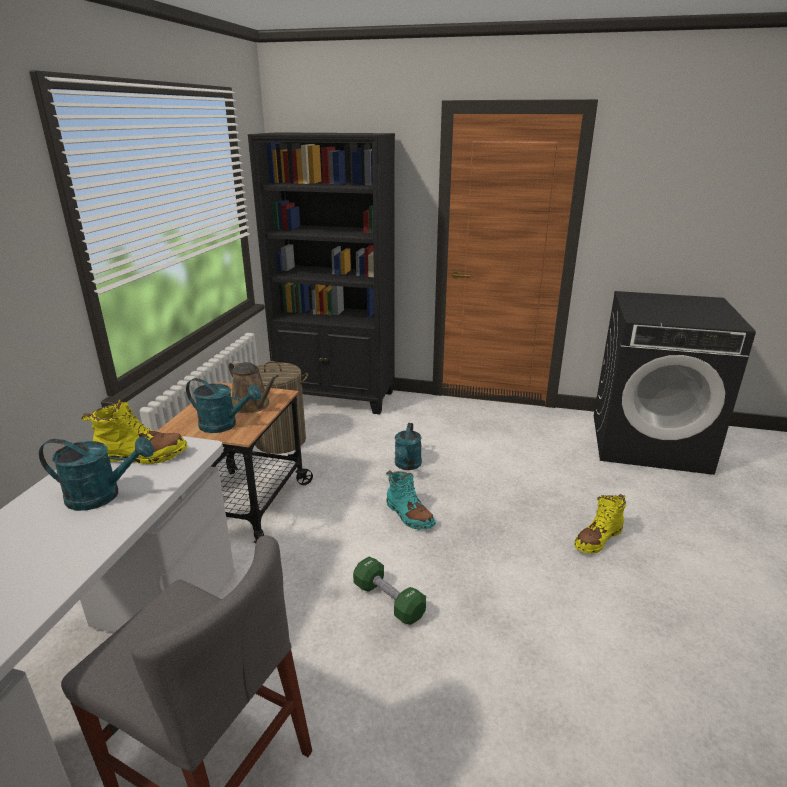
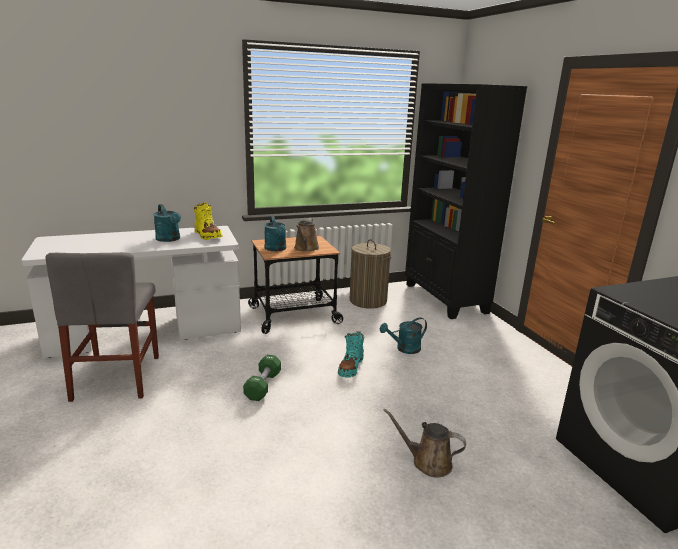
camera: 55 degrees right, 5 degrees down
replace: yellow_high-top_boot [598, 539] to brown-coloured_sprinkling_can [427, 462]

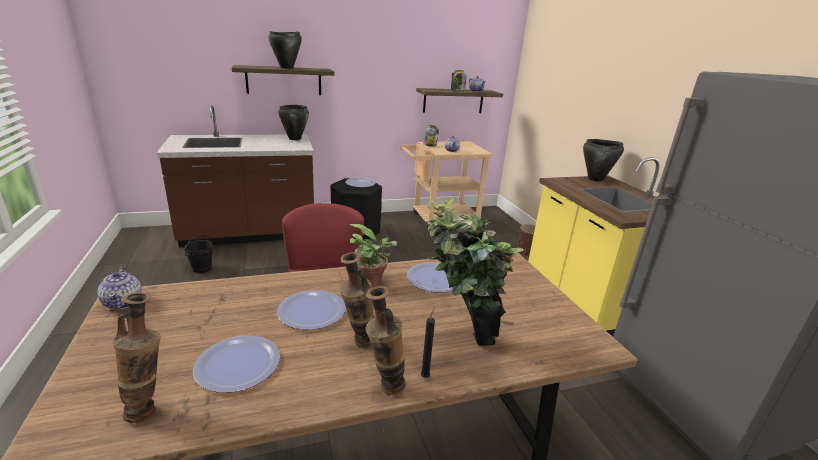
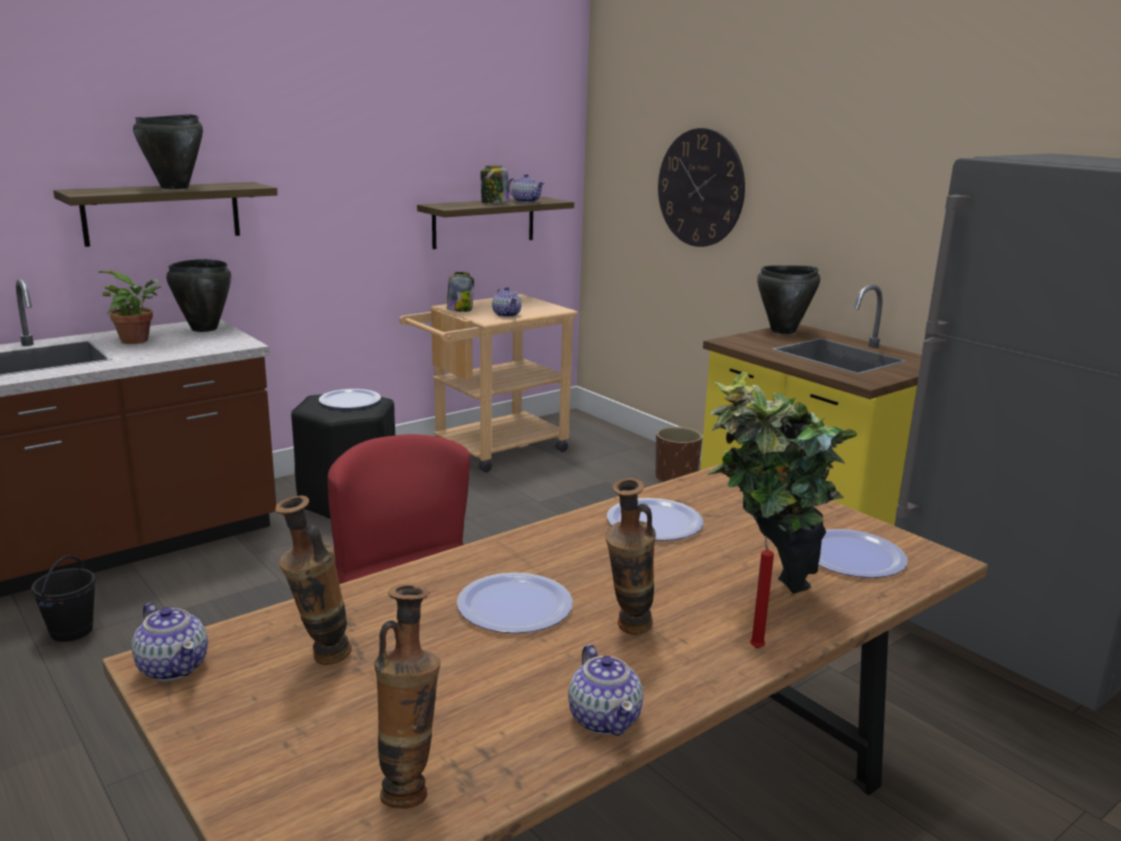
camera: 20 degrees left, 5 degrees down
insert: pot_for_tea [605, 718]; clock_on_the_wall [700, 188]
move: dinner_plate [238, 364] to [853, 556]; plant_in_a_pot [372, 283] to [138, 341]; flower_vase [384, 387] to [319, 659]
recolor: blackish_wax_candle [425, 376] to red_wax_candle [756, 647]

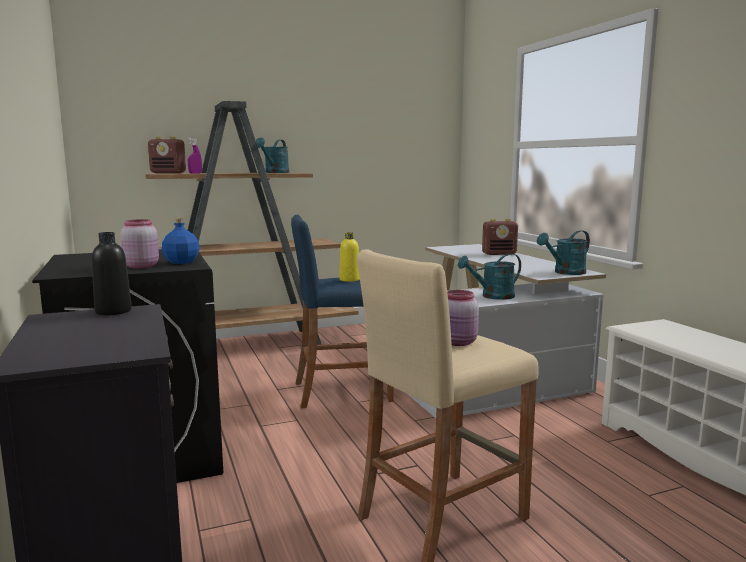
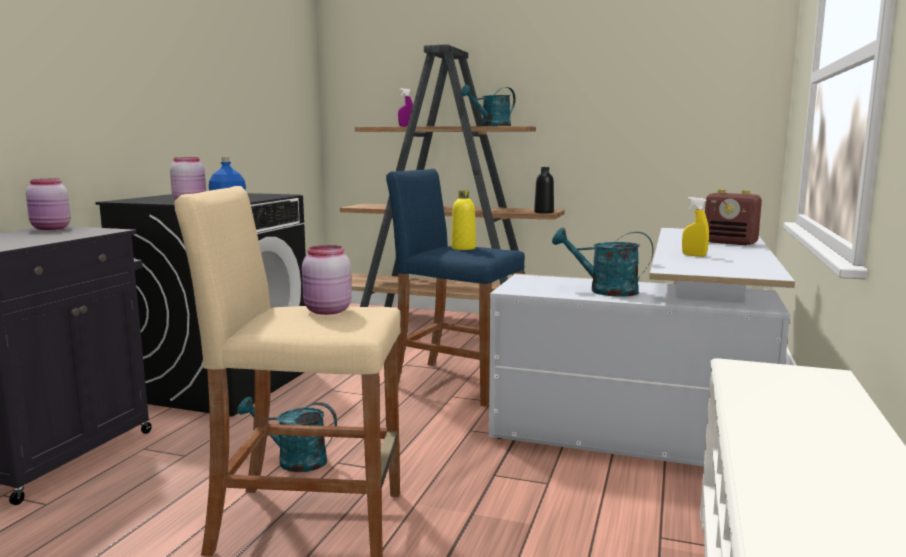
camera: 40 degrees right, 0 degrees up
delete: radio [168, 173]
insert: pink_preserve_jar [51, 228]; yellow_sprayer [694, 255]
move: blackish_beverage_bottle [113, 311] to [544, 212]; blue-green_sprinkling_can [565, 272] to [293, 460]

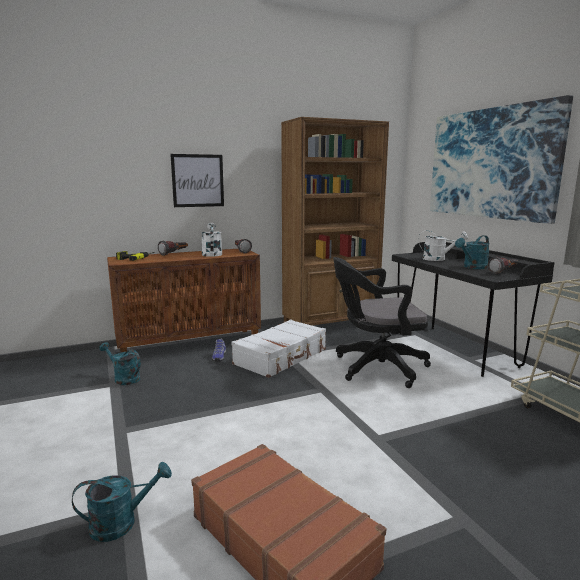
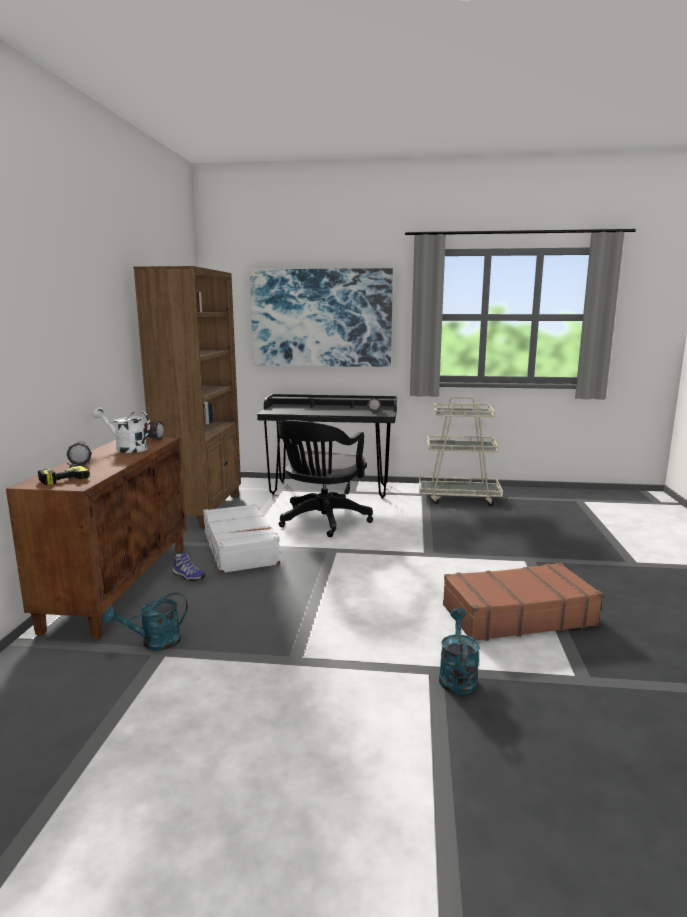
camera: 60 degrees left, 0 degrees up
delete: wall_art [198, 180]; white_sprinkling_can [438, 259]; blue-green_sprinkling_can [472, 267]

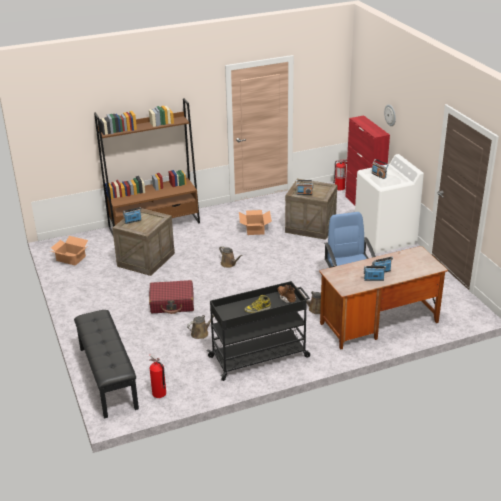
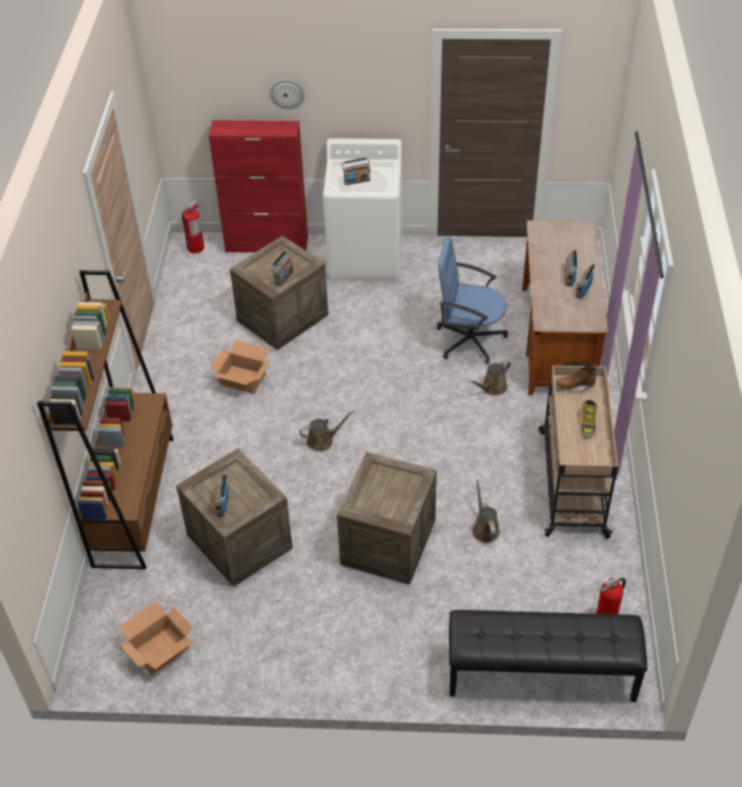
camera: 65 degrees left, 15 degrees up
replace: red_suitcase [172, 303] to packing_crate [388, 541]
recolor: blackish_trolley [260, 357] to sand-coloured_trolley [572, 481]

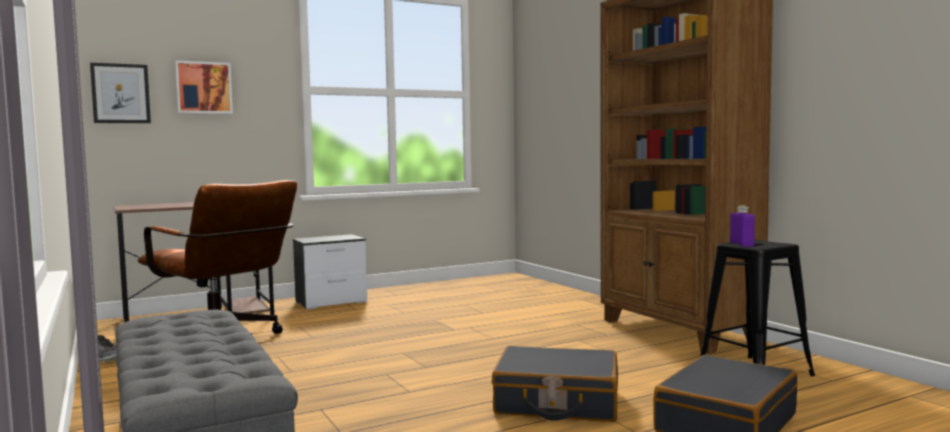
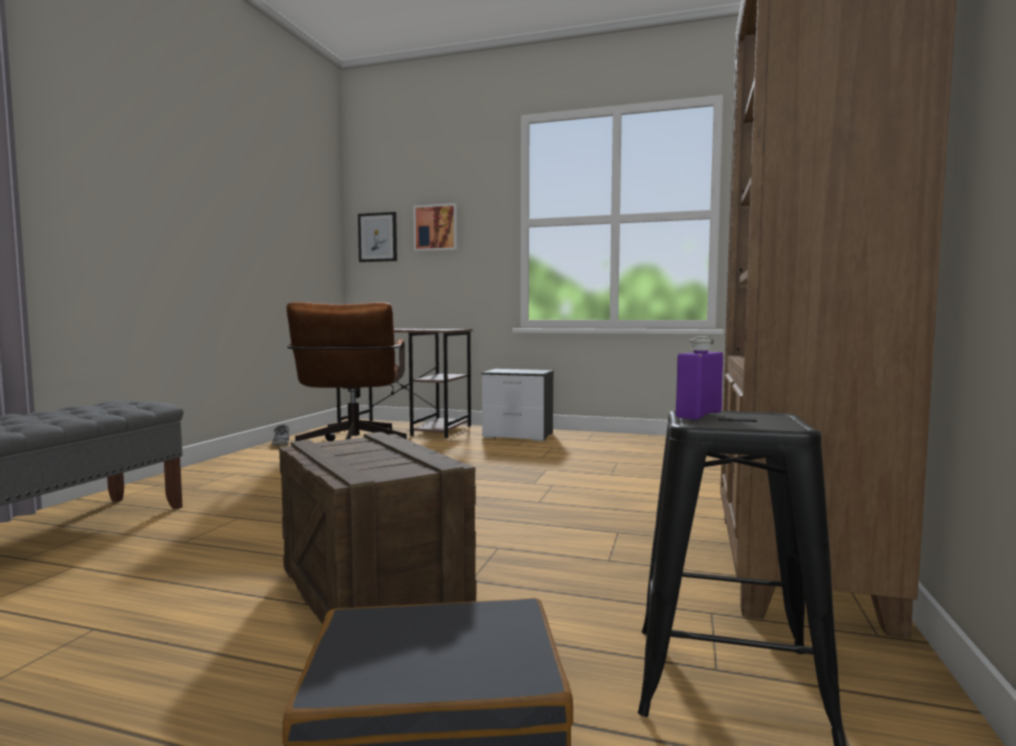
camera: 45 degrees right, 0 degrees up
replace: blackish_suitcase [557, 402] to packing_crate [373, 591]

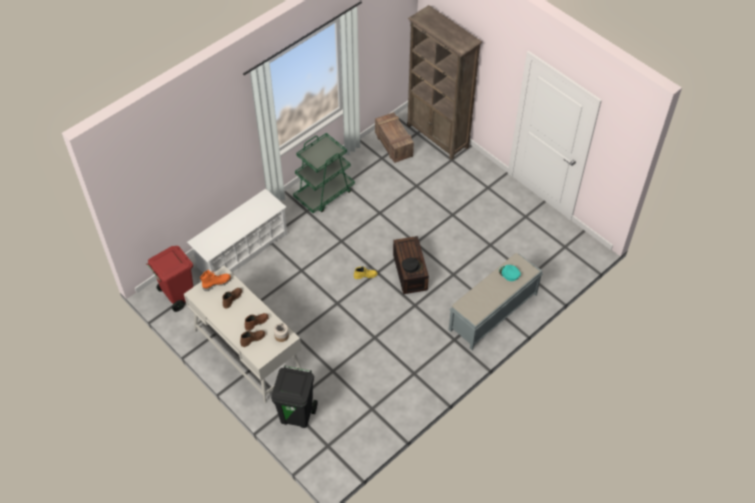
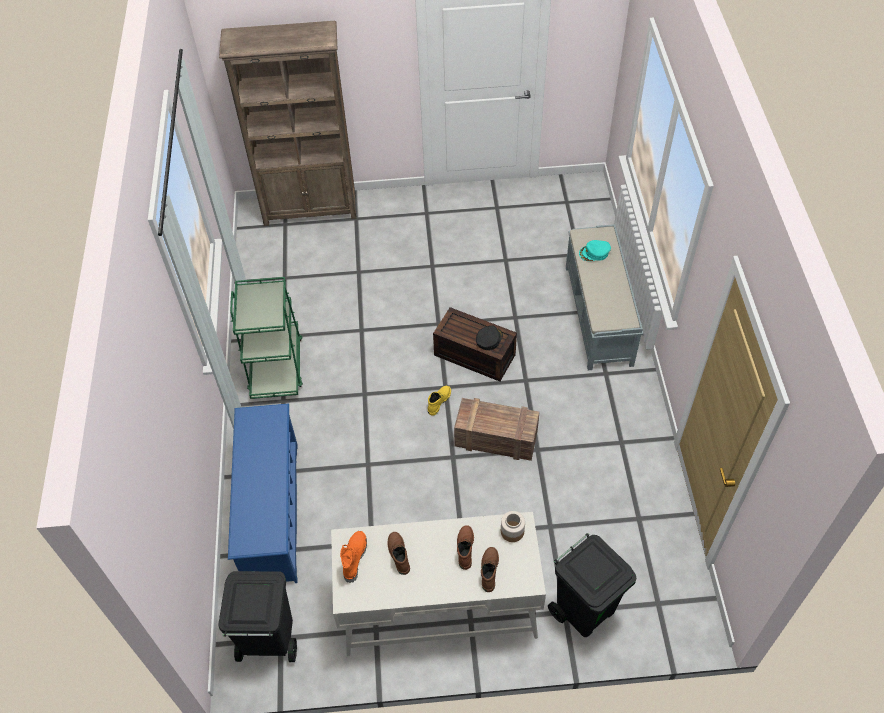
camera: 50 degrees left, 0 degrees up
move: packing_crate [394, 145] to [497, 439]
recolor: red_rubbish_bin [178, 295] to blackish_rubbish_bin [268, 640]; white_shoe_stand [242, 250] to blue-coloured_shoe_stand [272, 512]

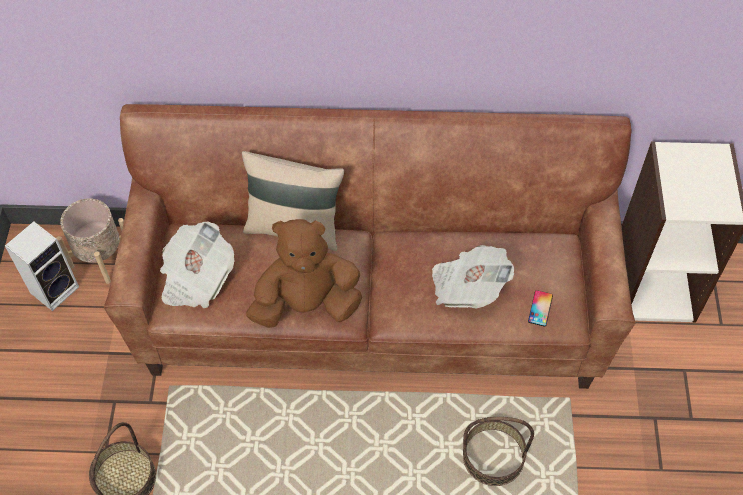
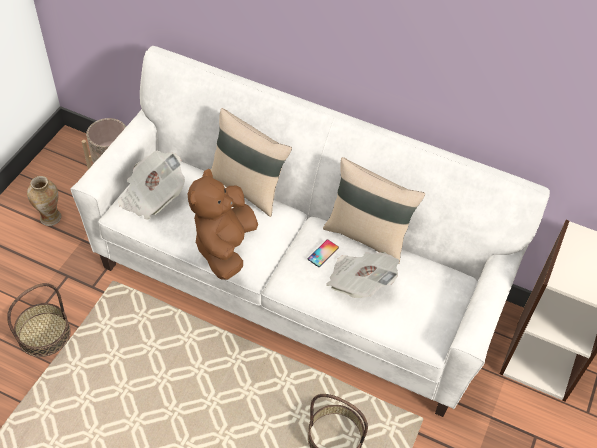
camera: 20 degrees right, 5 degrees down
delete: speaker [55, 288]
insert: flower_vase [50, 217]; sand-coloured_cushion [367, 235]
move: handset [540, 308] to [323, 253]
recolor: brown-coloured_couch [371, 312] to white_couch [294, 286]
rotate: brown-coloured_soft_toy [307, 304] = [225, 247] 90 degrees counterclockwise

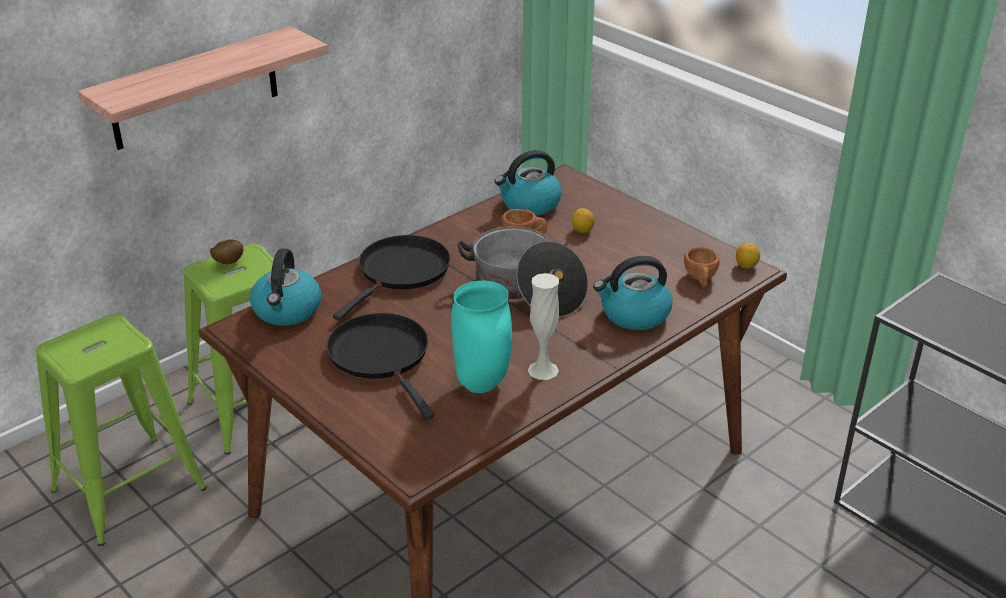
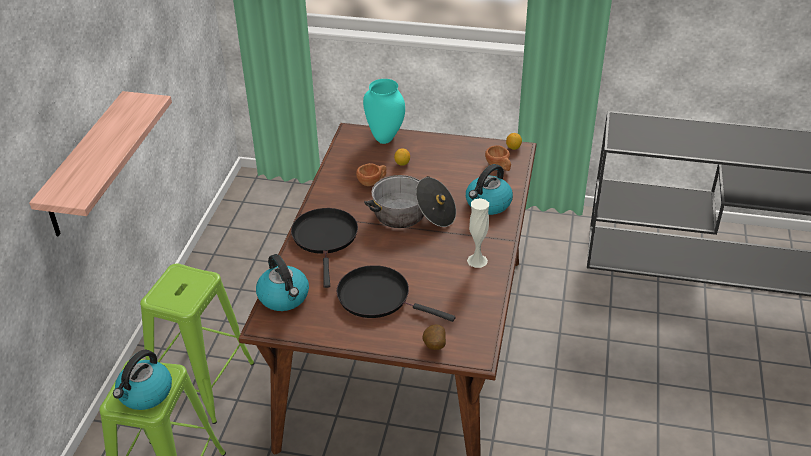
camera: 35 degrees left, 5 degrees up
move: potato [227, 263] to [434, 346]; blue-green_flower_vase [483, 385] to [385, 138]; kettle [529, 204] to [145, 394]

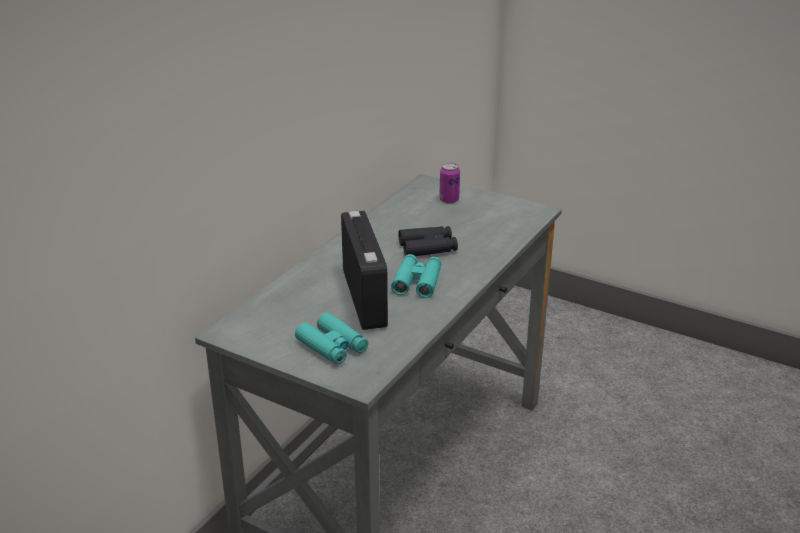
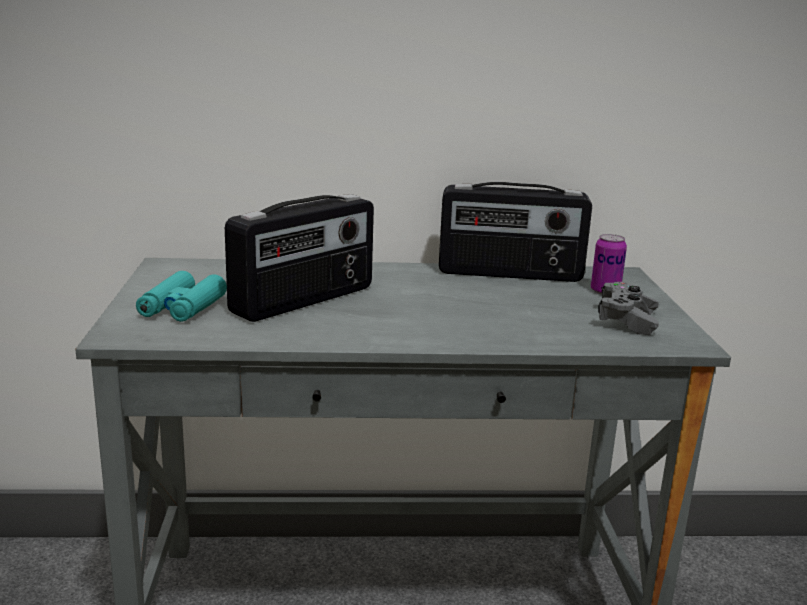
camera: 55 degrees right, 10 degrees down
delete: blue-green_binoculars [417, 282]; blackish_binoculars [428, 248]
insert: radio [509, 274]; grey_joypad [626, 320]

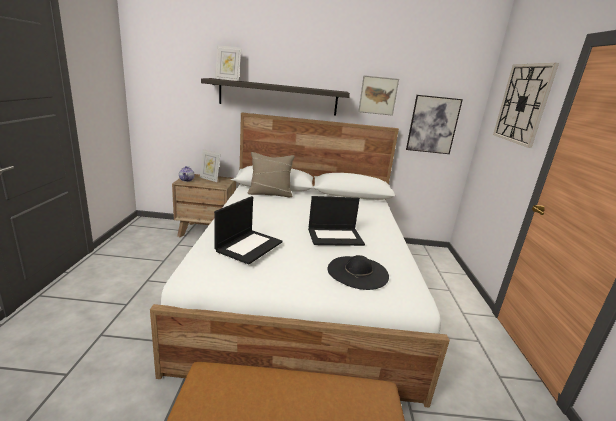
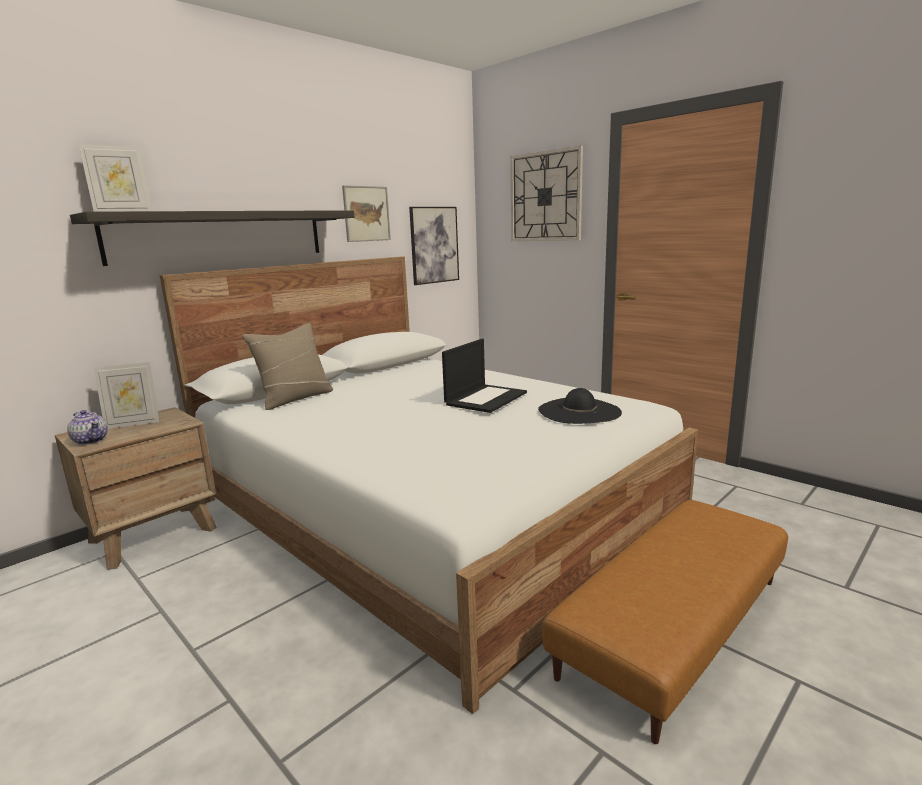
camera: 45 degrees left, 5 degrees down
delete: notebook_computer [249, 246]

